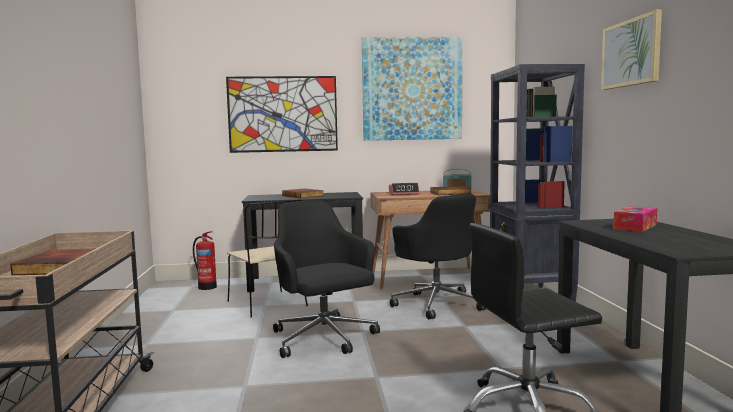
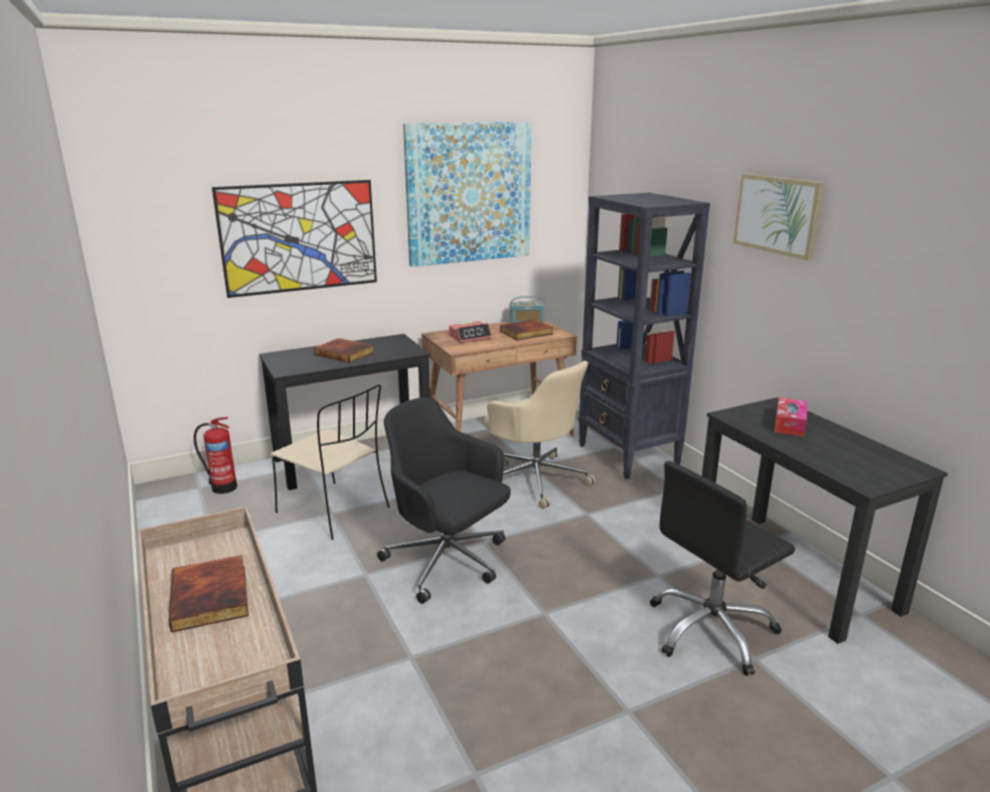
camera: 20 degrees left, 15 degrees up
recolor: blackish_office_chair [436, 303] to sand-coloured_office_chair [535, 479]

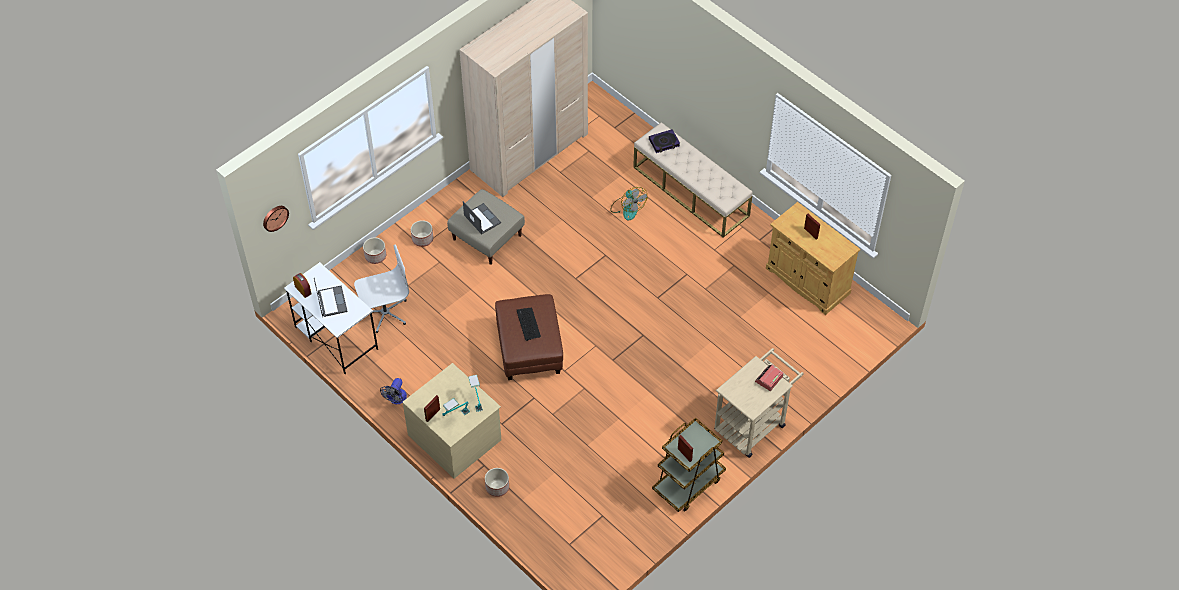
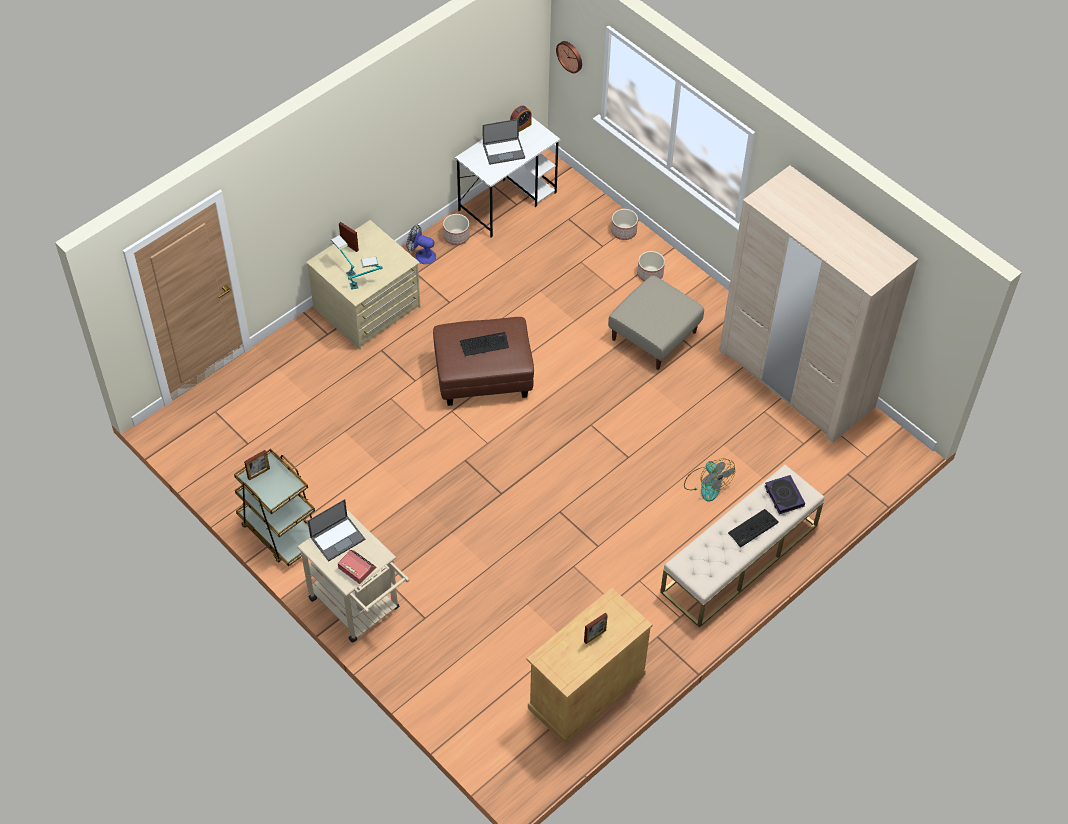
camera: 90 degrees right, 0 degrees up
delete: white_office_chair [385, 312]
insert: PC_keyboard [753, 528]
move: notebook_computer [482, 219] to [338, 538]; planter [497, 487] to [456, 236]
rotate: electric_fan [627, 208] = [707, 484] 90 degrees counterclockwise

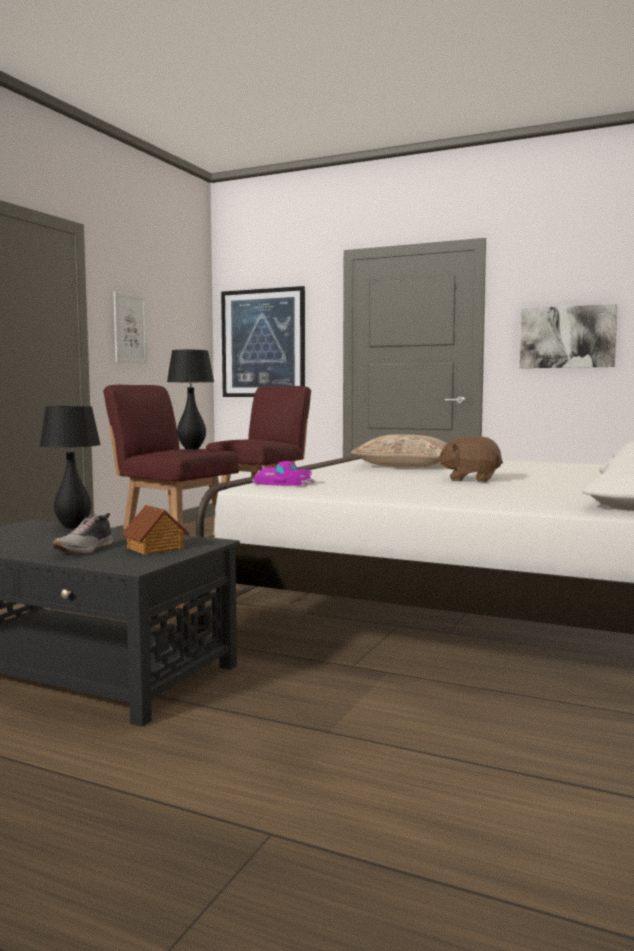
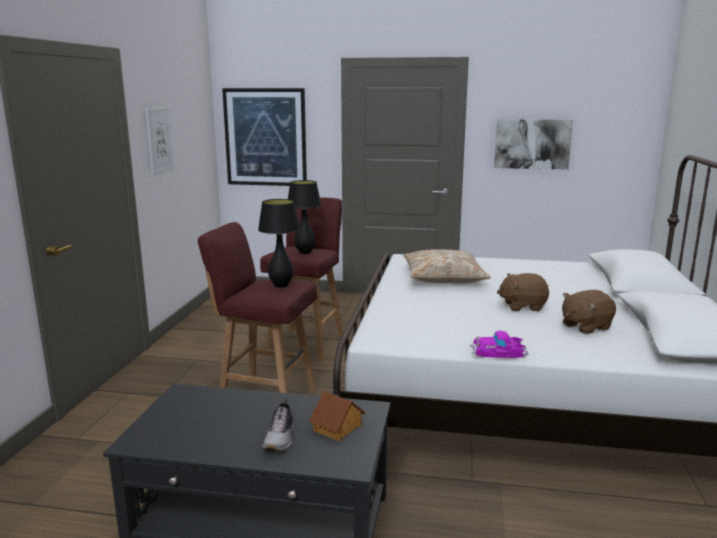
camera: 15 degrees left, 10 degrees up
insert: brown-coloured_soft_toy [585, 326]
move: blackish_tabletop_lamp [73, 527] to [305, 253]; miniature_car [283, 483] to [498, 352]

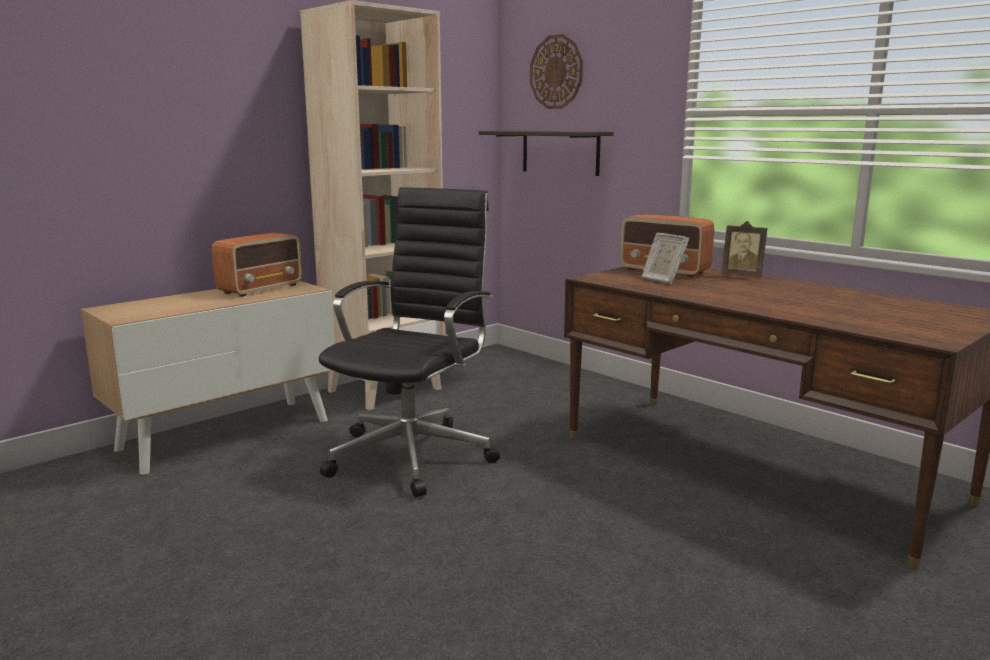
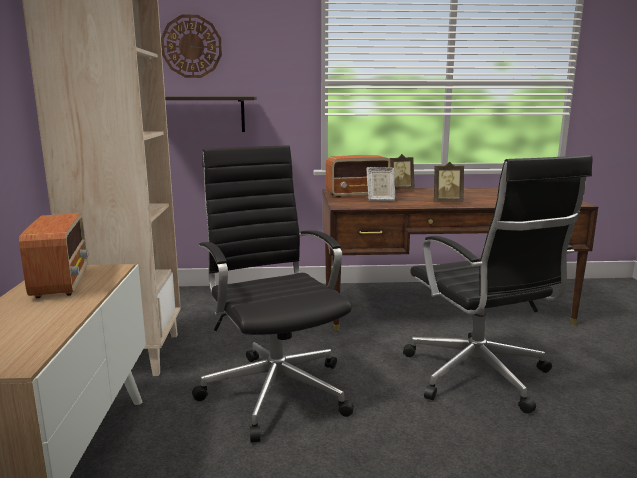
camera: 50 degrees left, 0 degrees up
insert: blackish_office_chair [478, 376]; photo_frame [446, 202]

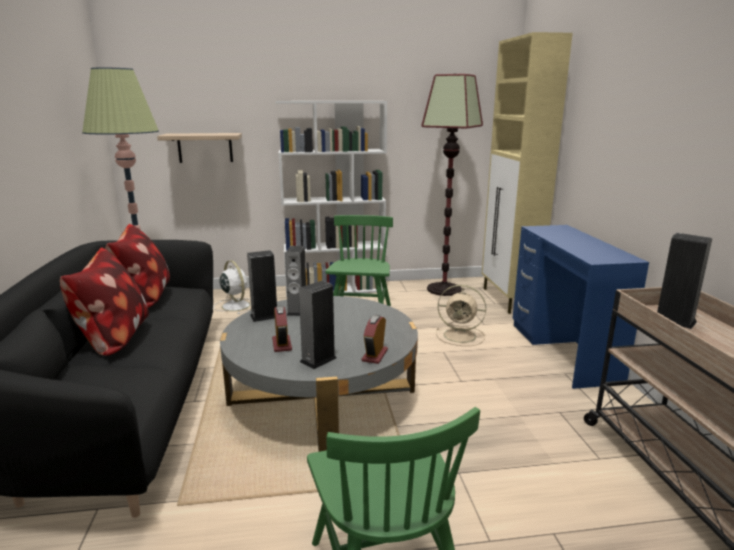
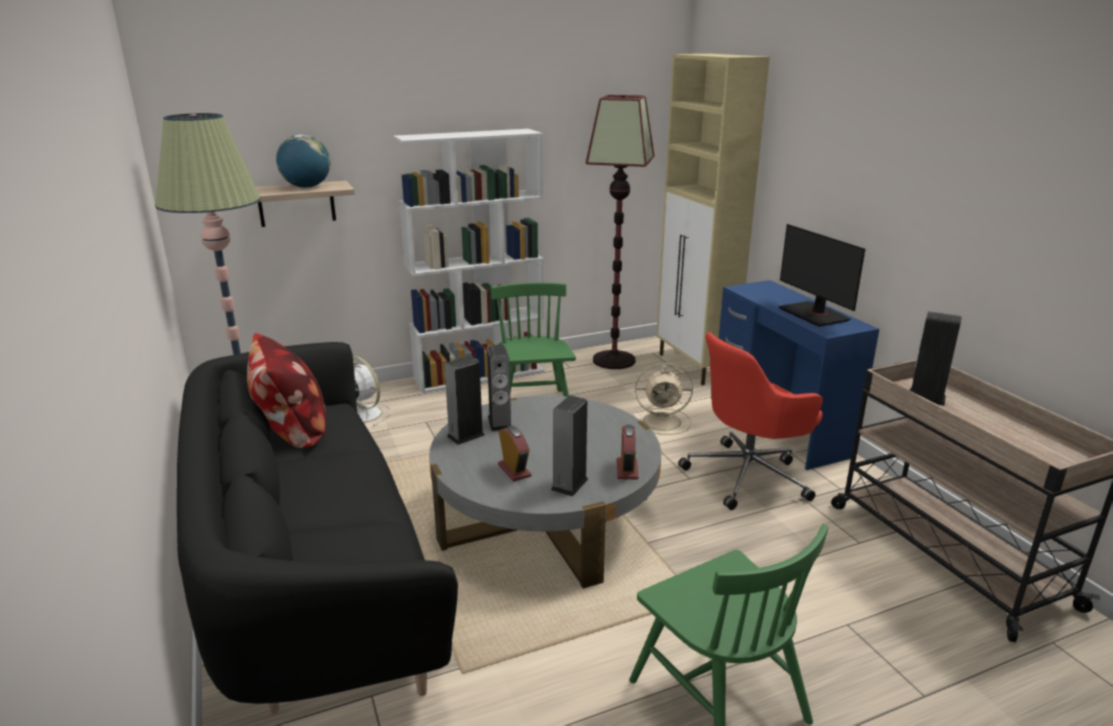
camera: 15 degrees left, 5 degrees up
delete: cushion [113, 338]
insert: globe [306, 187]; red_office_chair [748, 475]; monitor [814, 314]

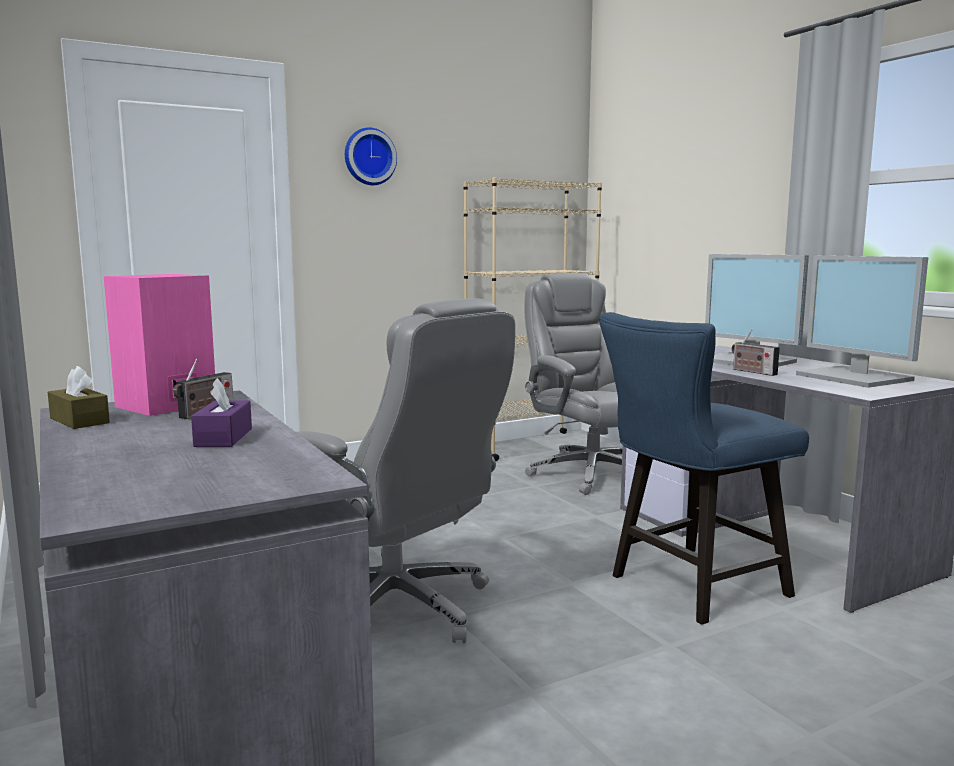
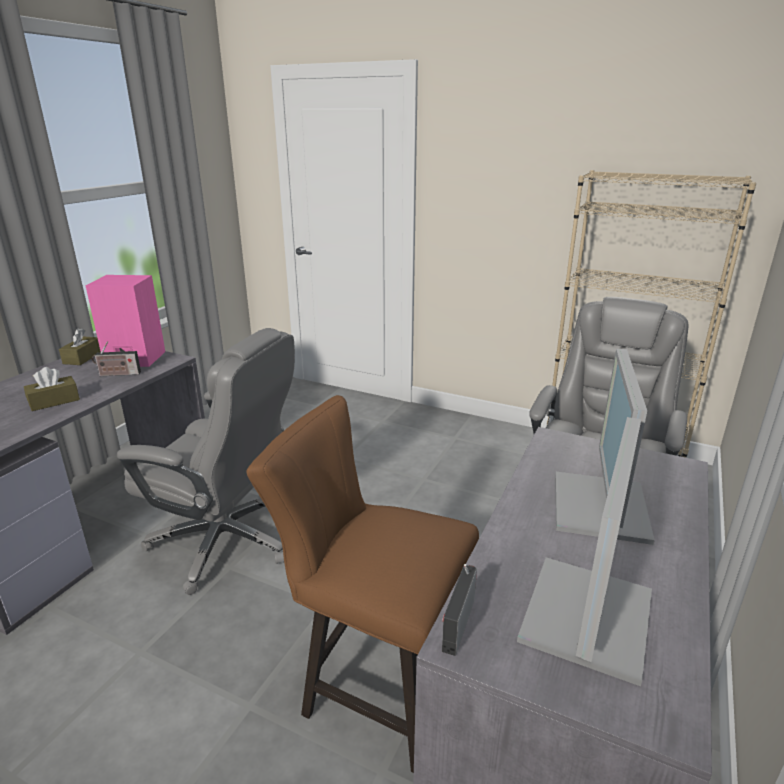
camera: 55 degrees right, 15 degrees up
delete: clock_on_the_wall [369, 157]
move: radio [752, 371] to [458, 621]
recolor: purple-coloured_tissue_holder [223, 437] to brown-coloured_tissue_holder [54, 401]; blue-coloured_upright_chair [689, 587] to brown-coloured_upright_chair [375, 681]
rotate: grey_office_chair [398, 608] = [226, 541] 75 degrees counterclockwise

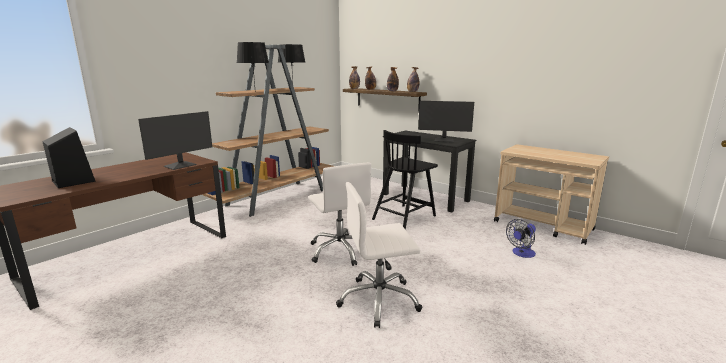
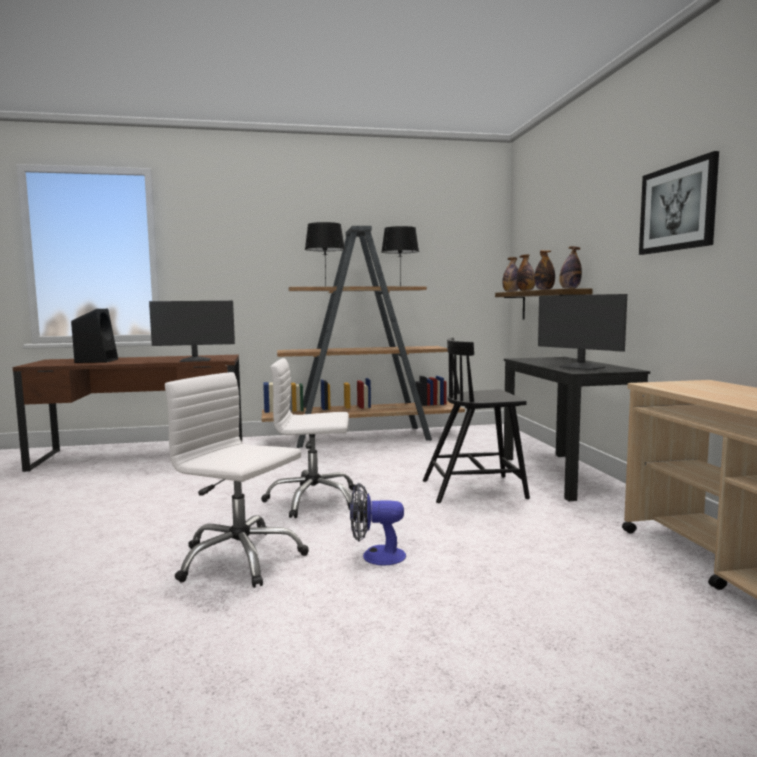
camera: 40 degrees right, 10 degrees down
insert: wall_art [677, 207]
move: electric_fan [521, 254] to [375, 556]
rotate: white_office_chair [340, 250] = [313, 500] 75 degrees clockwise

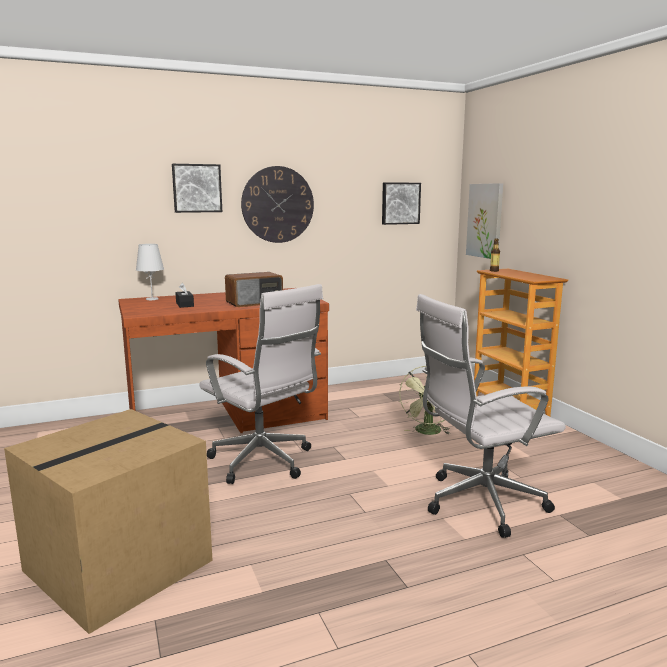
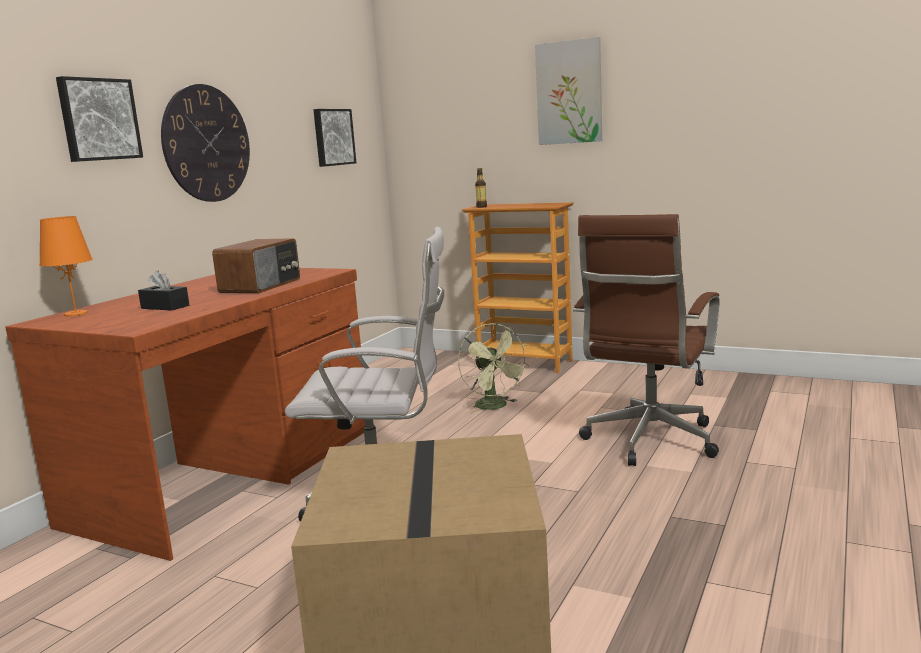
camera: 40 degrees left, 0 degrees up
move: wall_art [485, 220] to [569, 92]
recolor: white_tabletop_lamp [152, 299] to orange_tabletop_lamp [76, 314]; white_office_chair [478, 503] to brown-coloured_office_chair [649, 442]

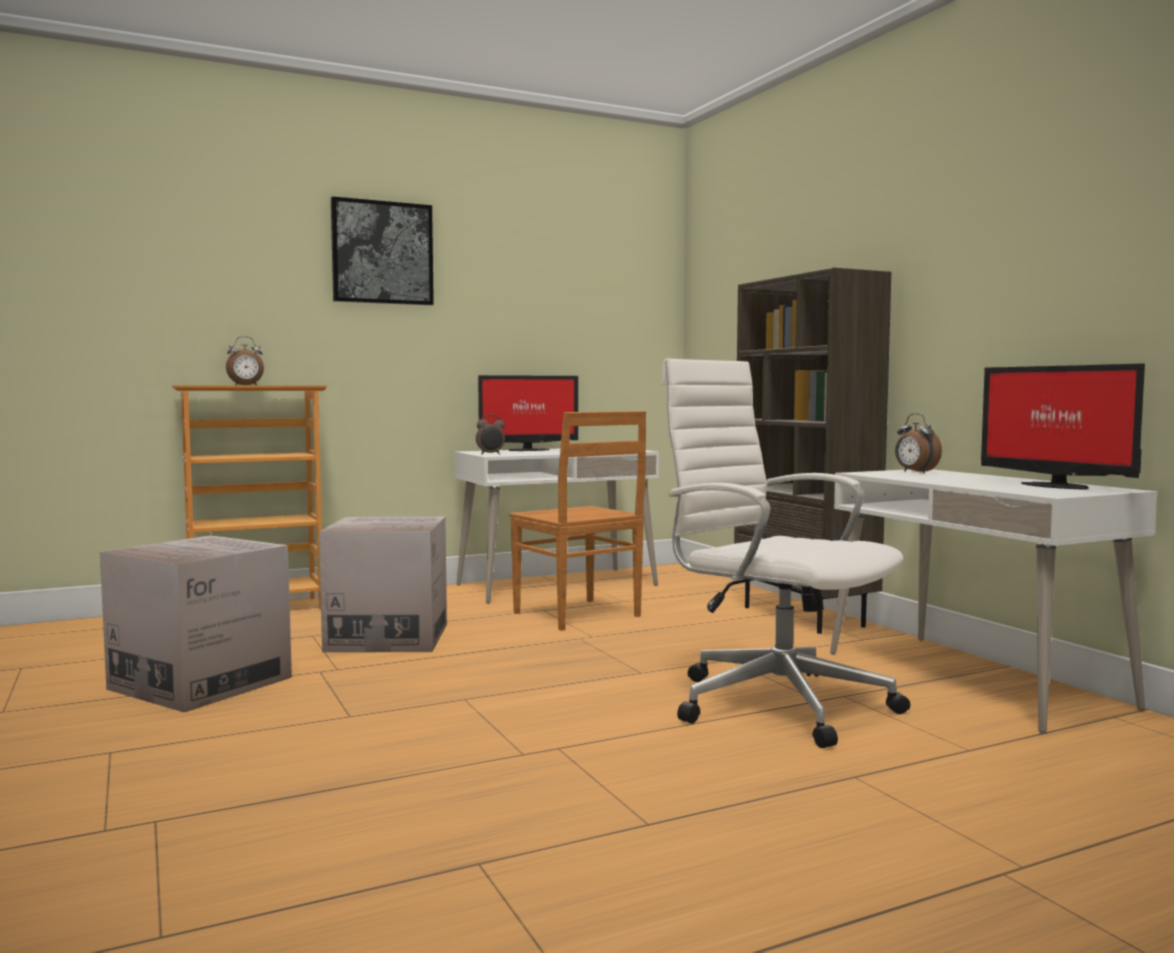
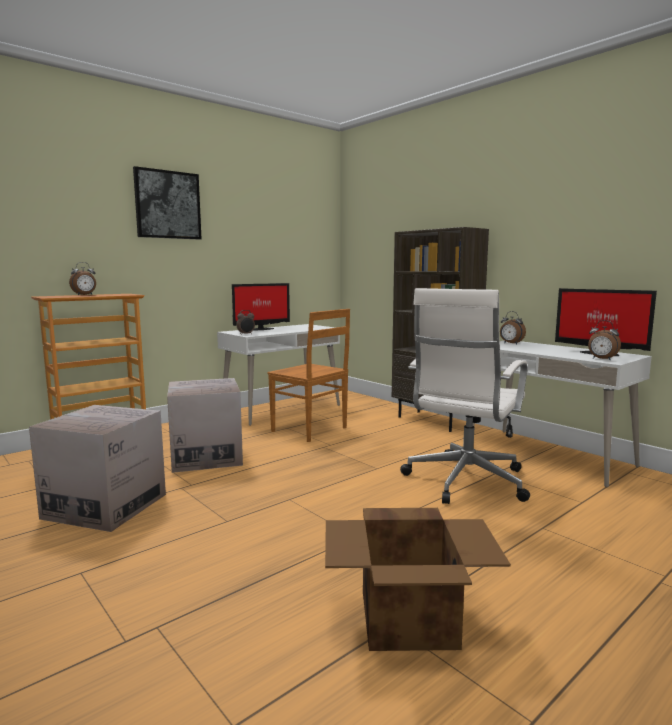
camera: 15 degrees left, 5 degrees up
insert: packing_box [410, 619]; alarm_clock [601, 359]
rotate: white_office_chair [775, 702] = [464, 481] 90 degrees counterclockwise

